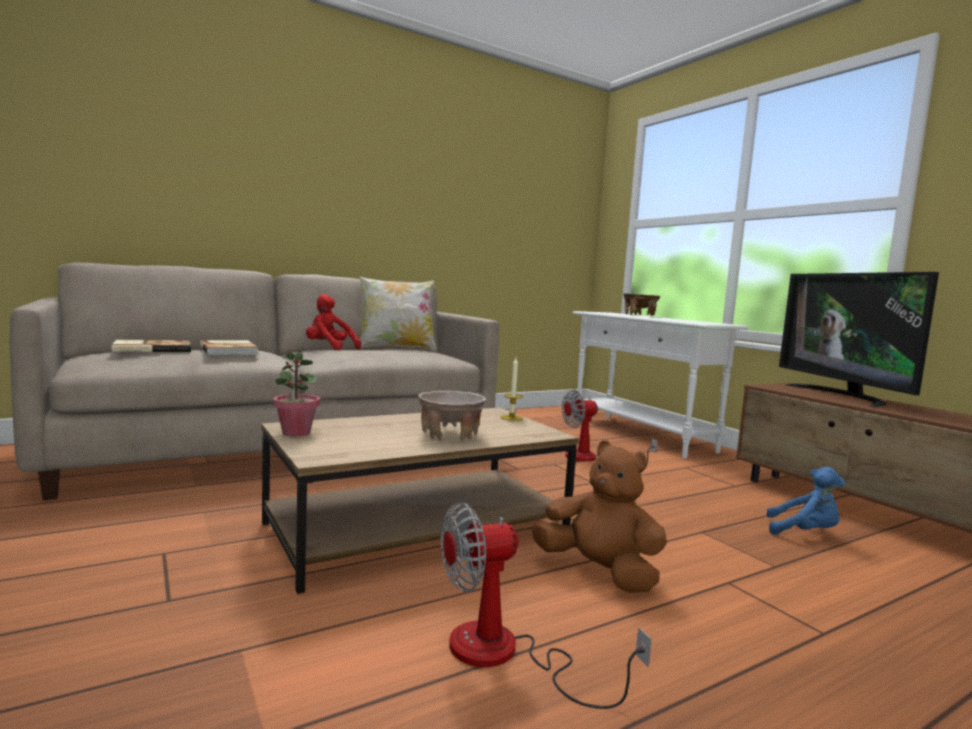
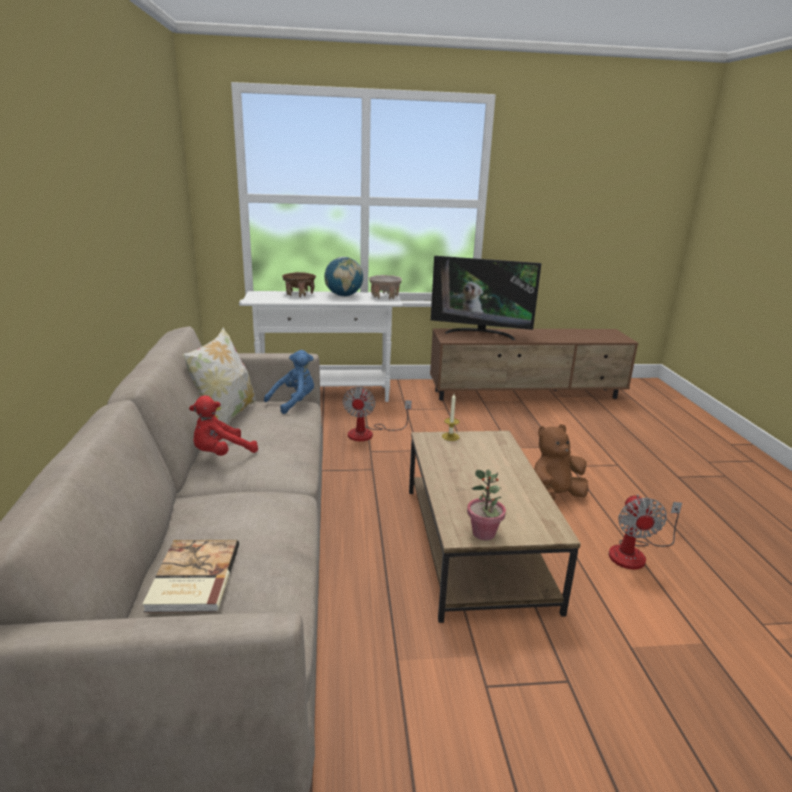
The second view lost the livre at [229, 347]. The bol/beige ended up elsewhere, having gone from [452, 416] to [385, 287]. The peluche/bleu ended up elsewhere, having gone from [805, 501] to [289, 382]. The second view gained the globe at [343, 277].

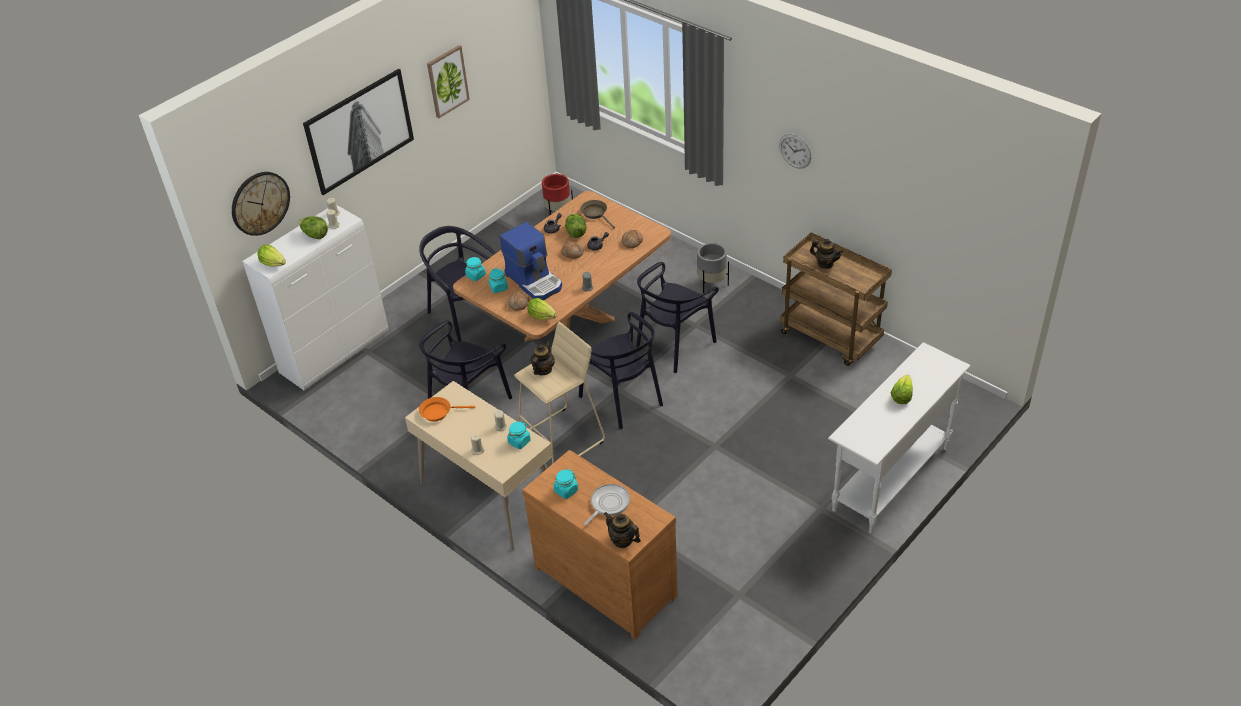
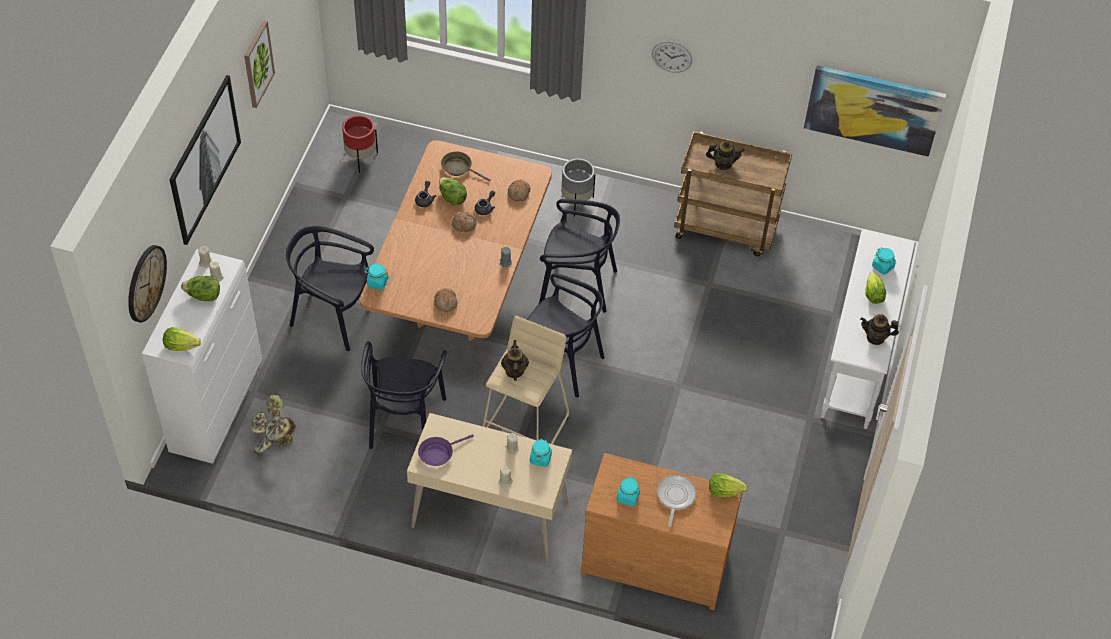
The second view lost the machine à café at [531, 261]. The chaise/noir at [677, 317] ended up facing another way, 90 degrees counterclockwise from before. The bocal/turquoise ended up elsewhere, having gone from [498, 280] to [884, 261]. The laitue ended up elsewhere, having gone from [542, 309] to [728, 485]. What was the poêle/orange at [447, 409] turned into the poêle/violet at [446, 450]. The théière ended up elsewhere, having gone from [622, 530] to [879, 329]. The second view gained the tableau at [875, 111]. The second view gained the plante en pot at [273, 424].

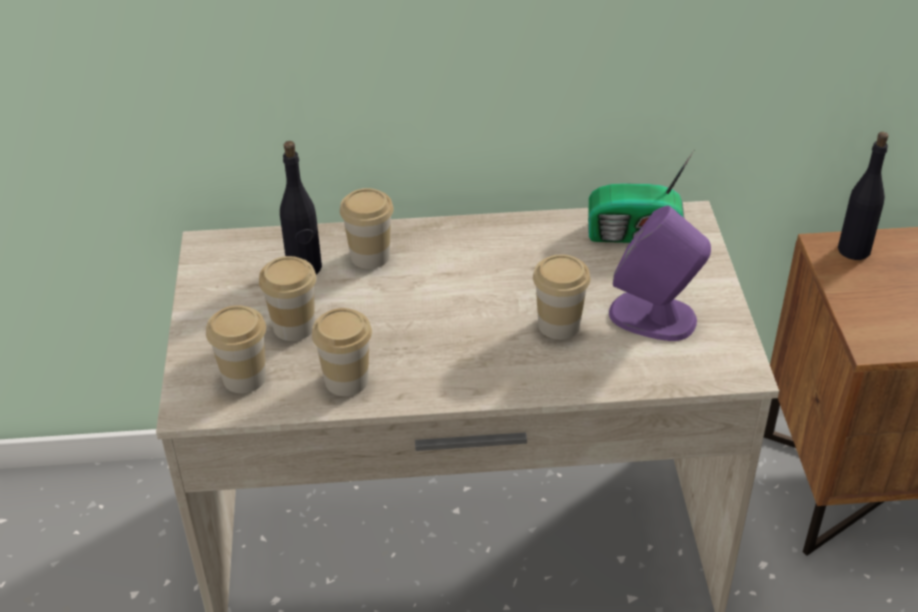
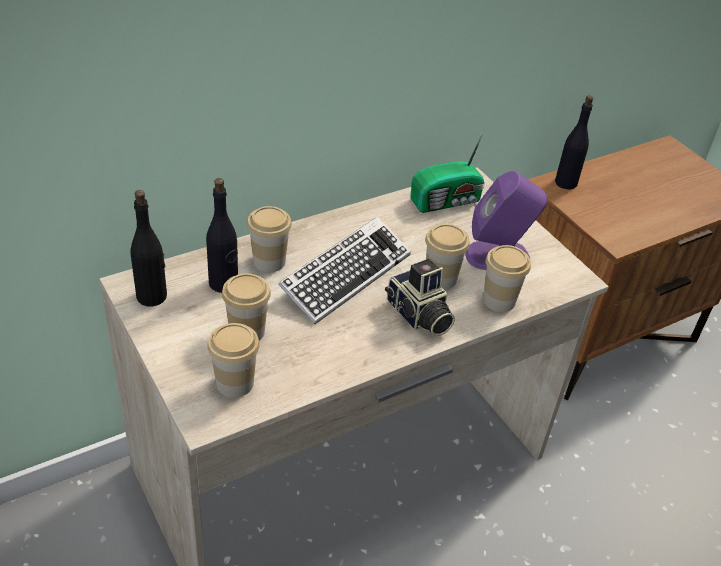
The tasse ended up elsewhere, having gone from [342, 352] to [507, 278]. The second view gained the bouteille/noir at [148, 248]. The second view gained the clavier at [344, 270]. The second view gained the appareil photo at [420, 297].

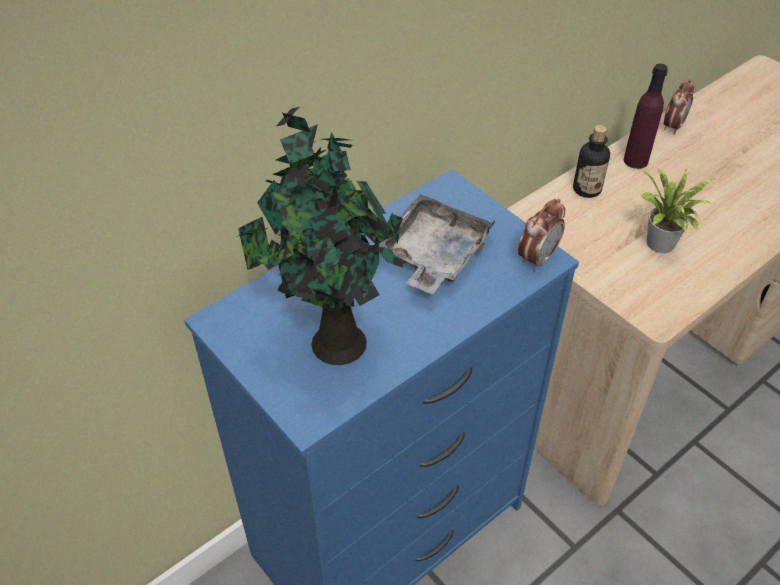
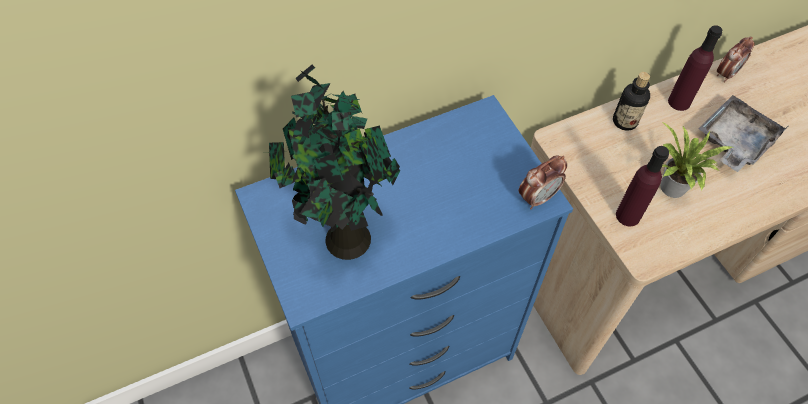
The plateau/gris ended up elsewhere, having gone from [437, 244] to [743, 133]. The second view gained the bouteille/violet at [642, 186].

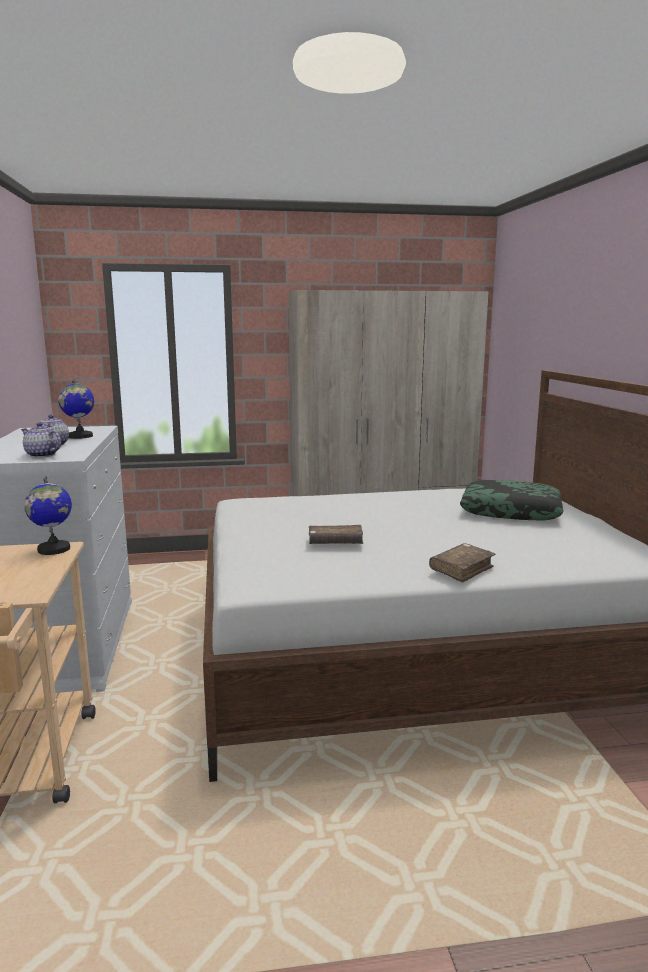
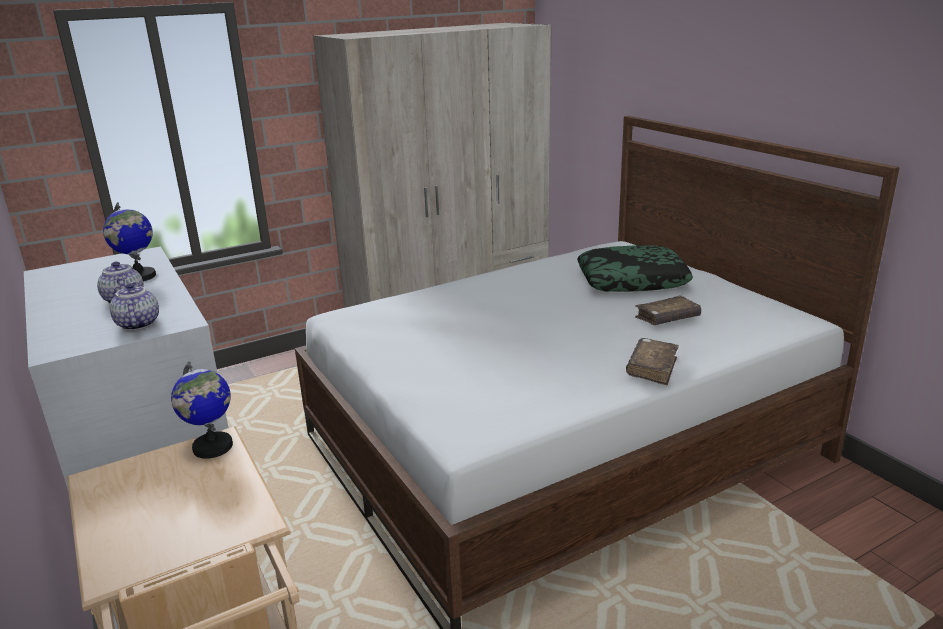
The théière at [41, 440] ended up facing another way, 60 degrees clockwise from before. The livre/marron ended up elsewhere, having gone from [336, 534] to [668, 310].

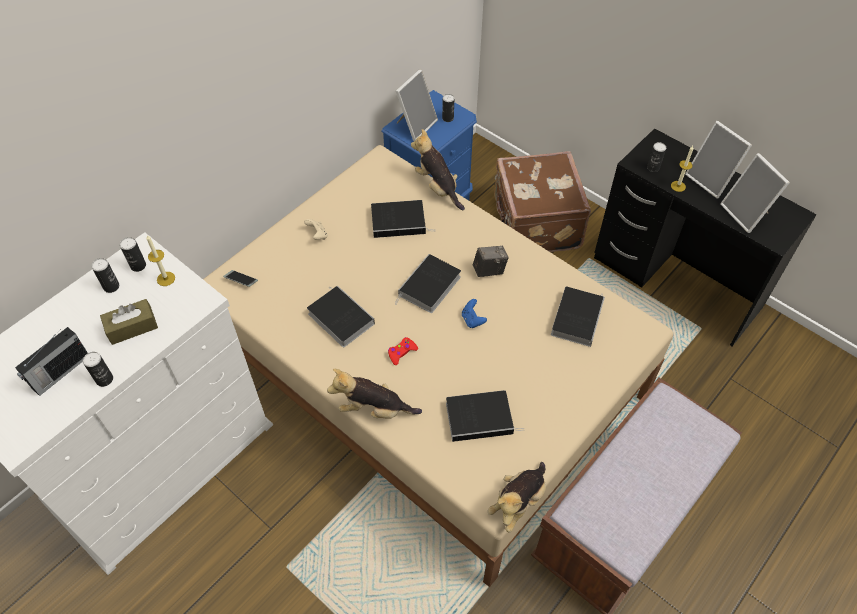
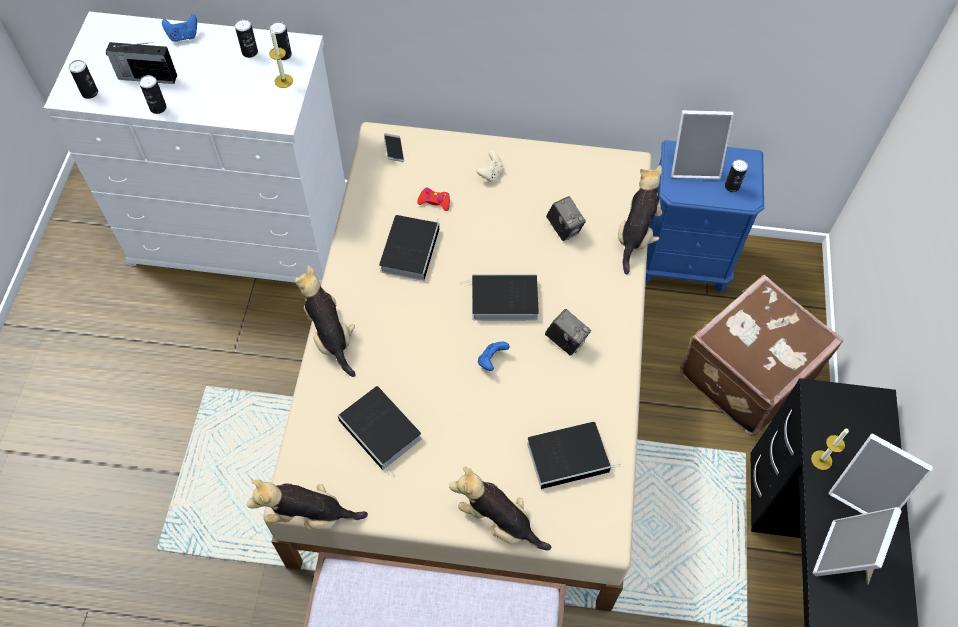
The cadre photo at [718, 159] ended up facing another way, 75 degrees counterclockwise from before. The boîte métallique ended up elsewhere, having gone from [656, 157] to [83, 79]. Where the livre stood at [401, 219], the appareil photo came to stand at [566, 218]. The second view lost the boîte à mouchoirs/marron at [129, 322]. The manette/rouge ended up elsewhere, having gone from [403, 351] to [433, 199]. The second view gained the manette/bleu at [179, 28]. The second view gained the peluche at [500, 508].

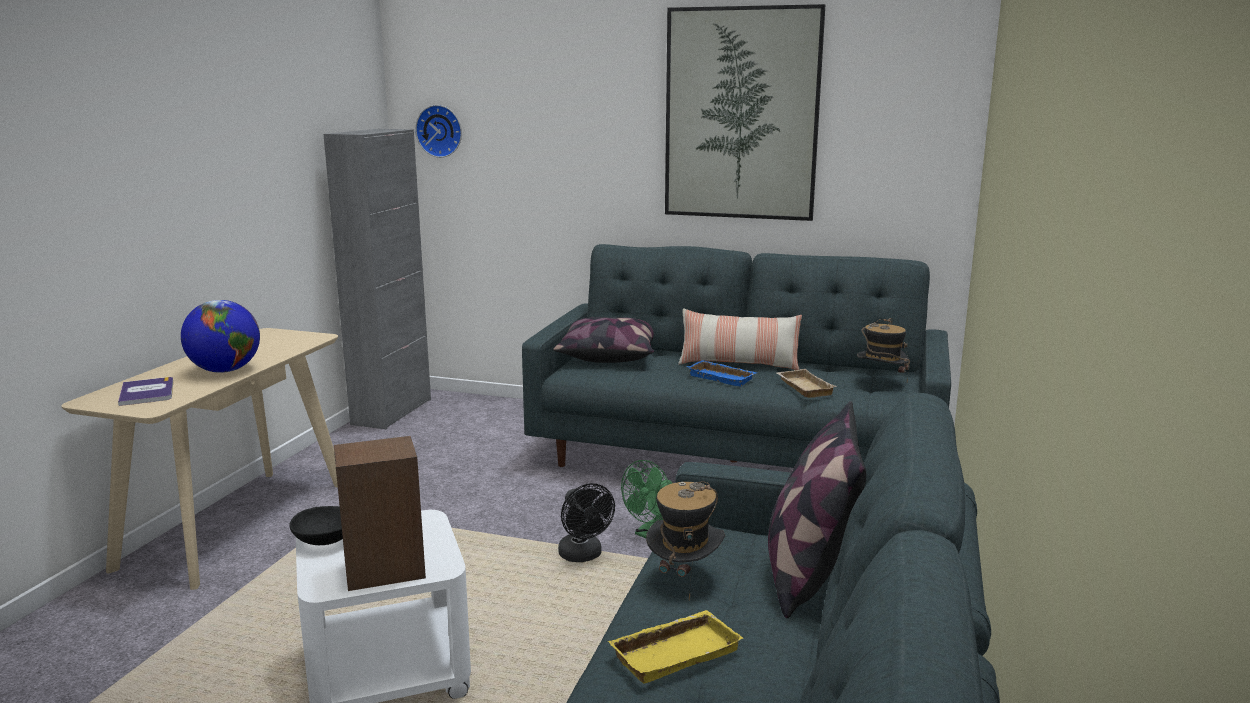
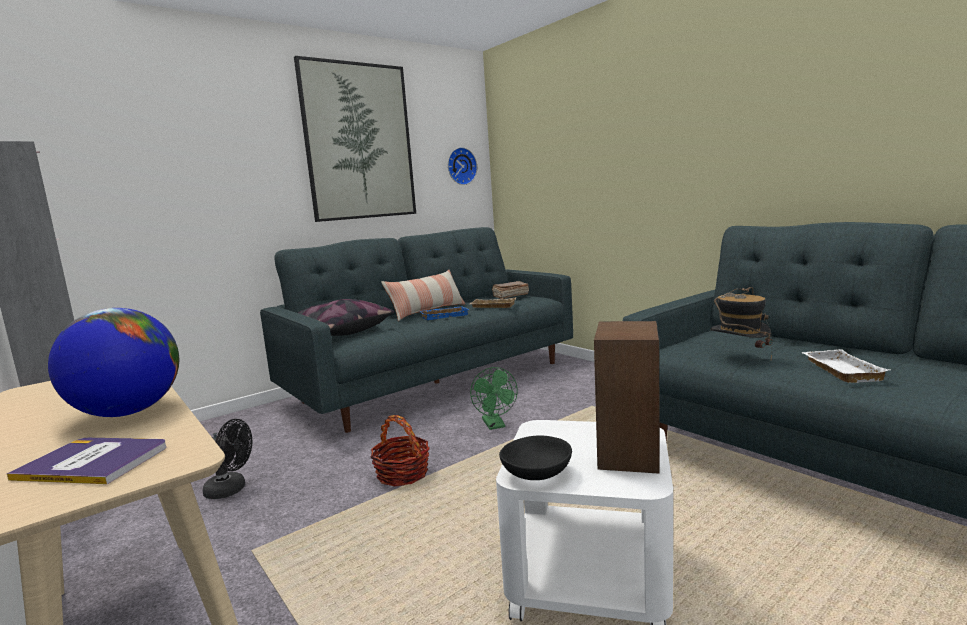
The horloge murale ended up elsewhere, having gone from [438, 131] to [462, 166]. Where the chapeau stood at [883, 350], the livre/marron came to stand at [510, 290]. The second view lost the coussin at [817, 509]. The ventilateur/noir ended up elsewhere, having gone from [586, 522] to [227, 459]. What was the plateau/jaune at [675, 646] turned into the plateau/blanc at [846, 366]. The second view gained the panier at [399, 450].

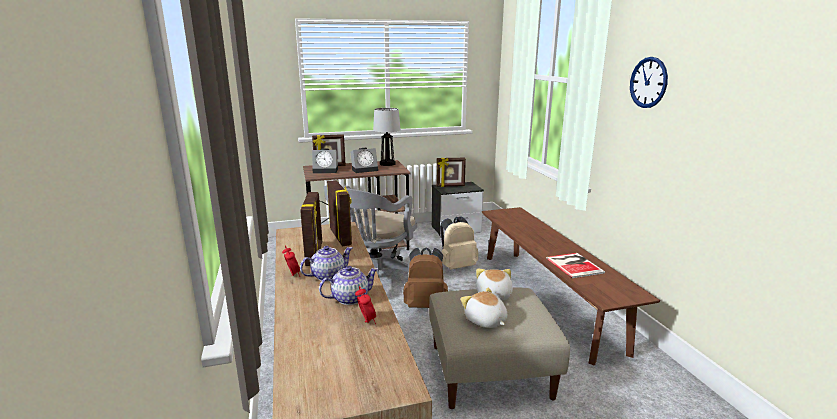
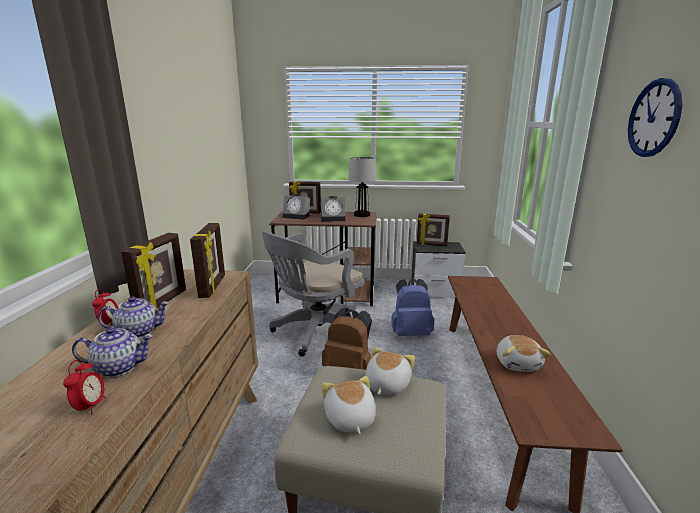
What was the sac à dos/beige at [459, 243] turned into the sac à dos/bleu at [413, 307]. Where the livre stood at [575, 265], the peluche came to stand at [524, 353].

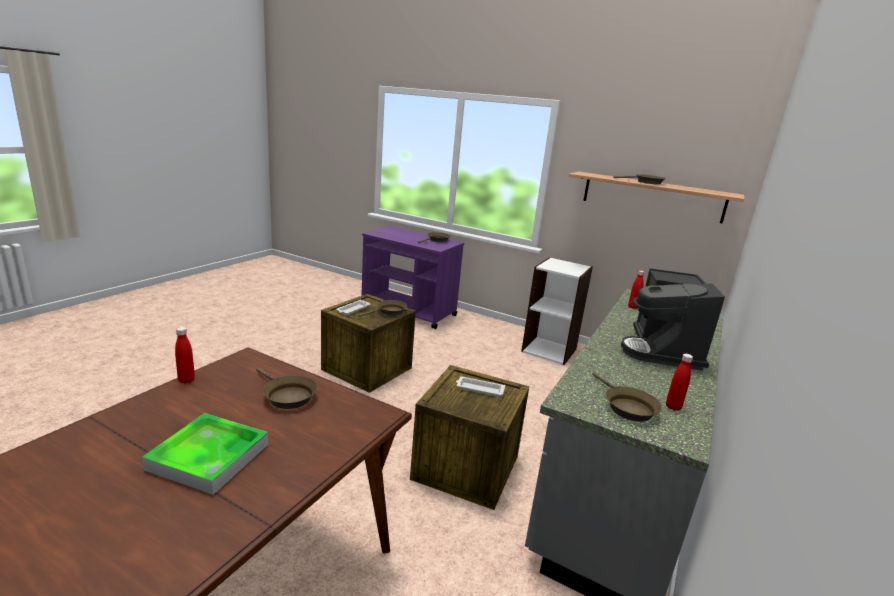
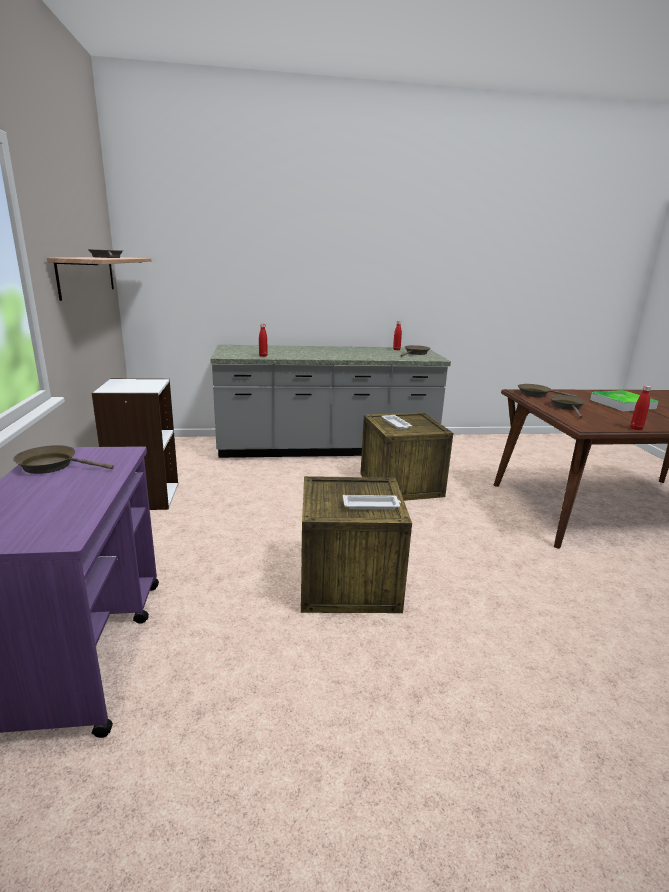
The second view lost the machine à café at [673, 319]. The poêle/marron ended up elsewhere, having gone from [382, 308] to [547, 390].

